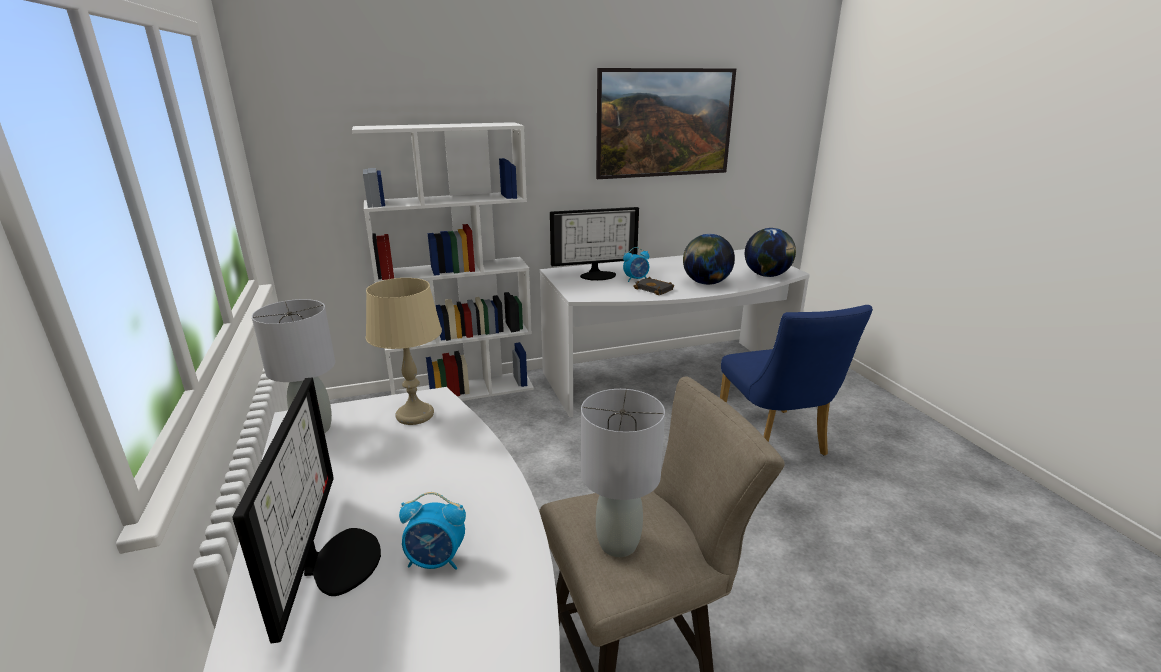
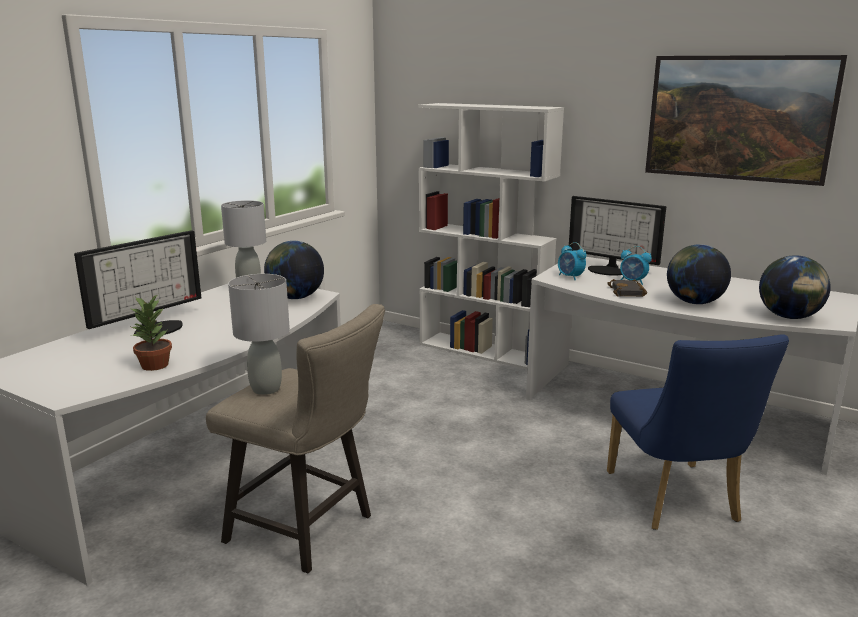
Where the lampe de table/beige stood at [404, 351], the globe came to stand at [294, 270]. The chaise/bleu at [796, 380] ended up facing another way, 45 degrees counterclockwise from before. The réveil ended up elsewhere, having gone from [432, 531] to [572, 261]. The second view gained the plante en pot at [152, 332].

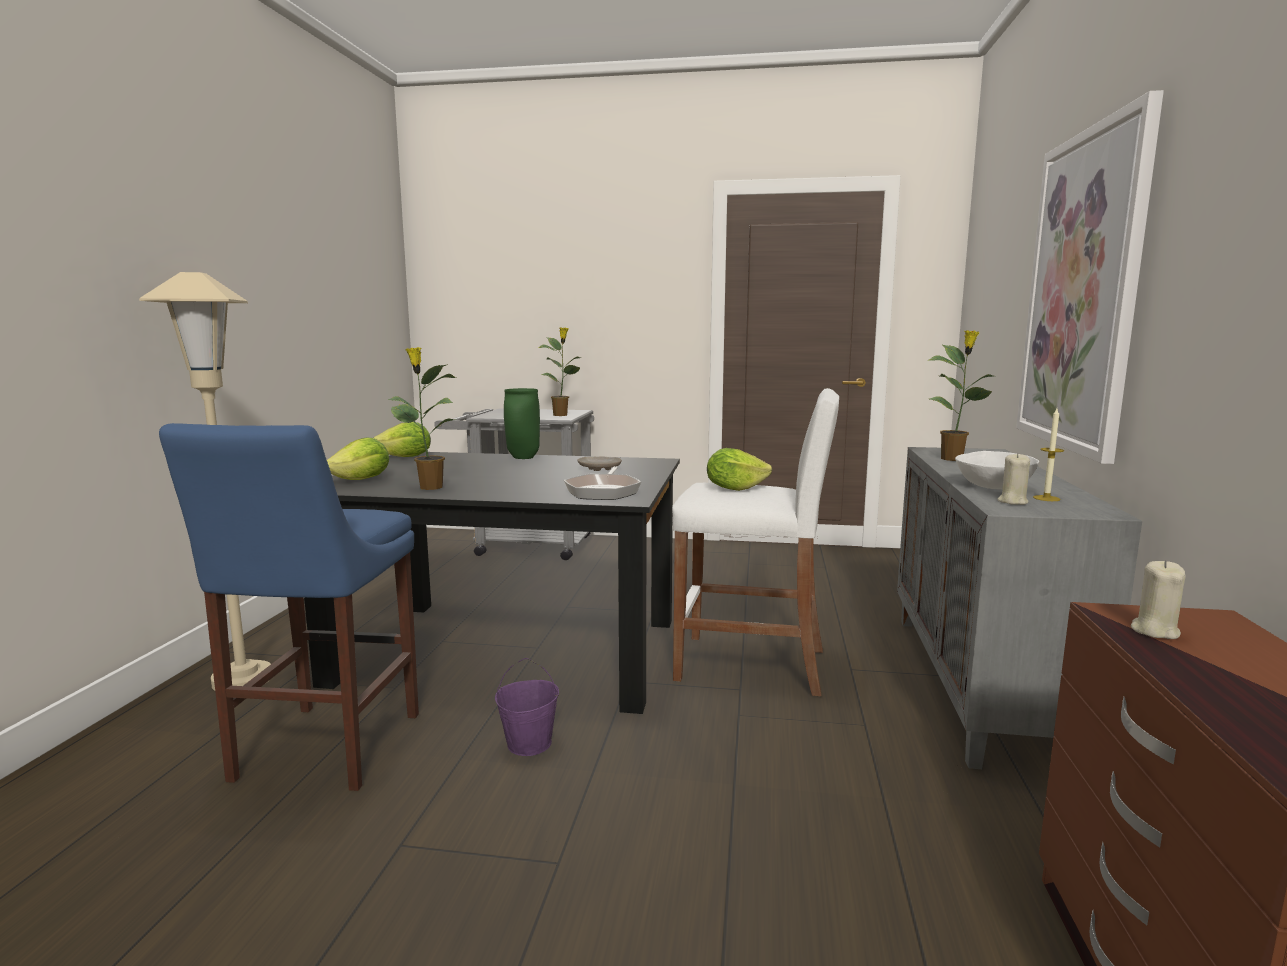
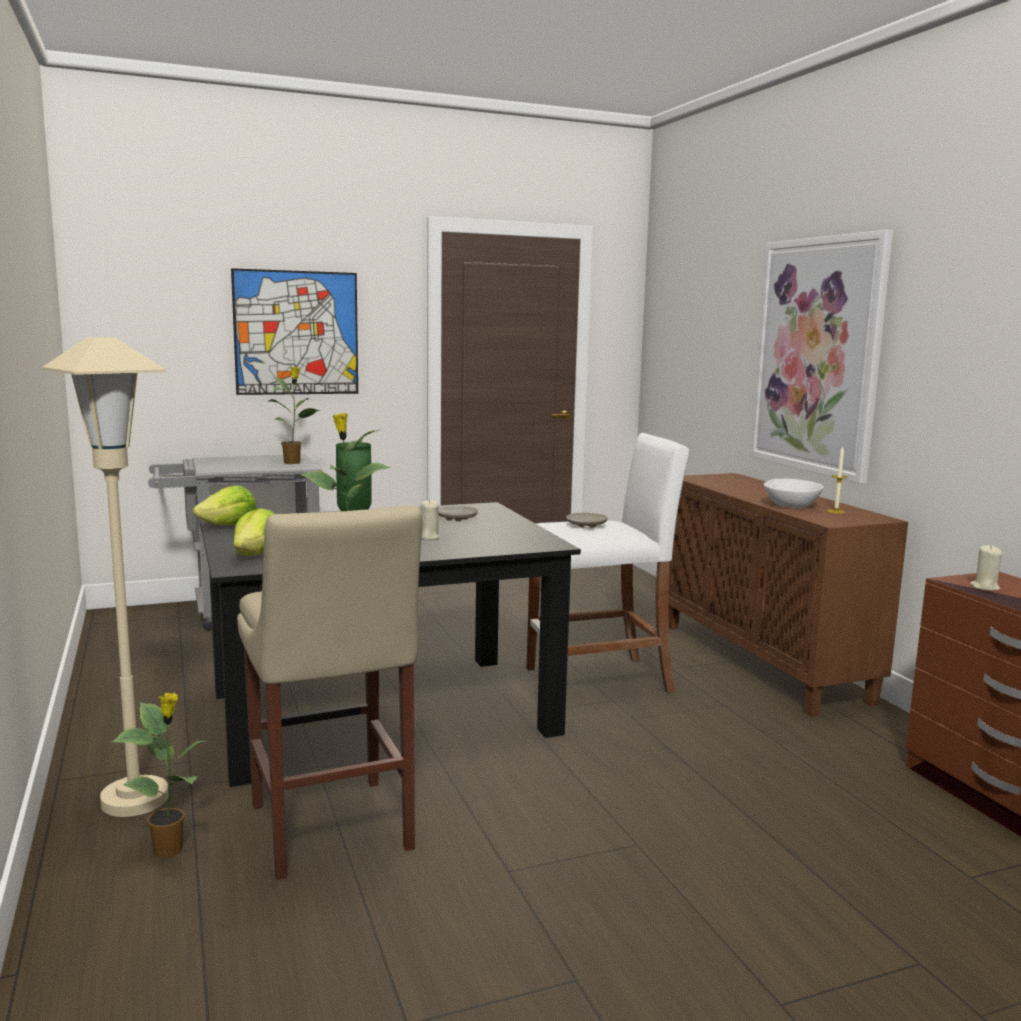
The plante en pot ended up elsewhere, having gone from [960, 395] to [161, 775]. What was the tabouret/bleu at [289, 607] turned into the tabouret/beige at [330, 692]. What was the meuble de rangement/gris at [1019, 608] turned into the meuble de rangement/marron at [788, 594]. Where the laitue stood at [739, 469], the assiette/beige came to stand at [587, 520]. The bougie/beige ended up elsewhere, having gone from [1013, 479] to [430, 519]. The second view lost the poêle at [602, 483]. The second view lost the seau/violet at [527, 707]. The second view gained the tableau at [294, 331].

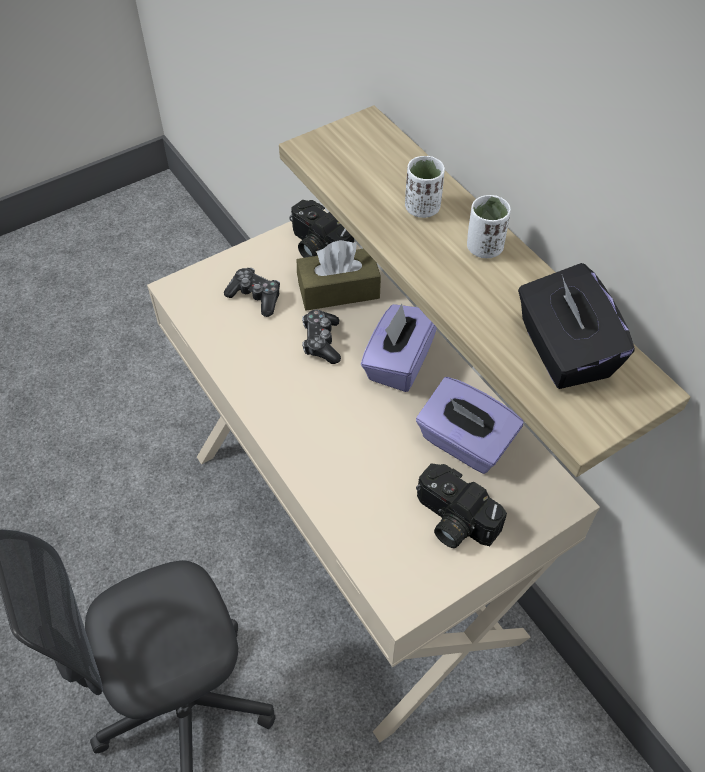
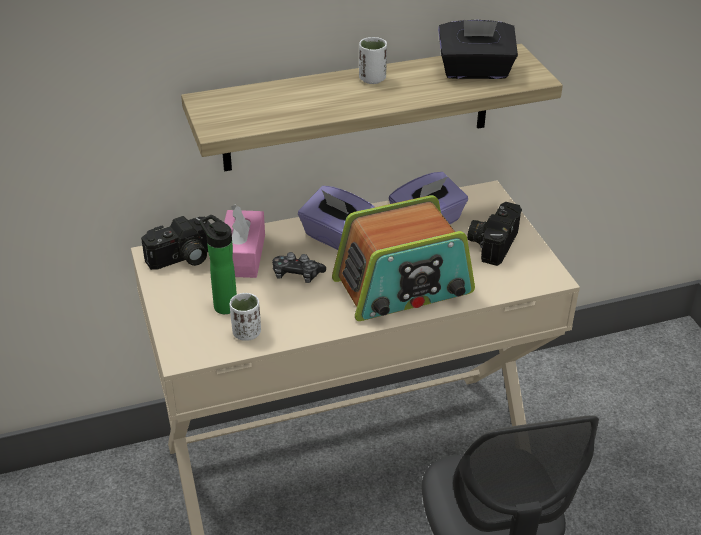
The tasse/blanc ended up elsewhere, having gone from [425, 187] to [245, 317]. What was the boîte à mouchoirs/marron at [339, 275] turned into the boîte à mouchoirs/rose at [244, 241]. Where the manette stood at [252, 292], the bouteille came to stand at [218, 264]. The appareil photo at [461, 505] ended up facing another way, 150 degrees clockwise from before. The second view gained the radio at [403, 258].

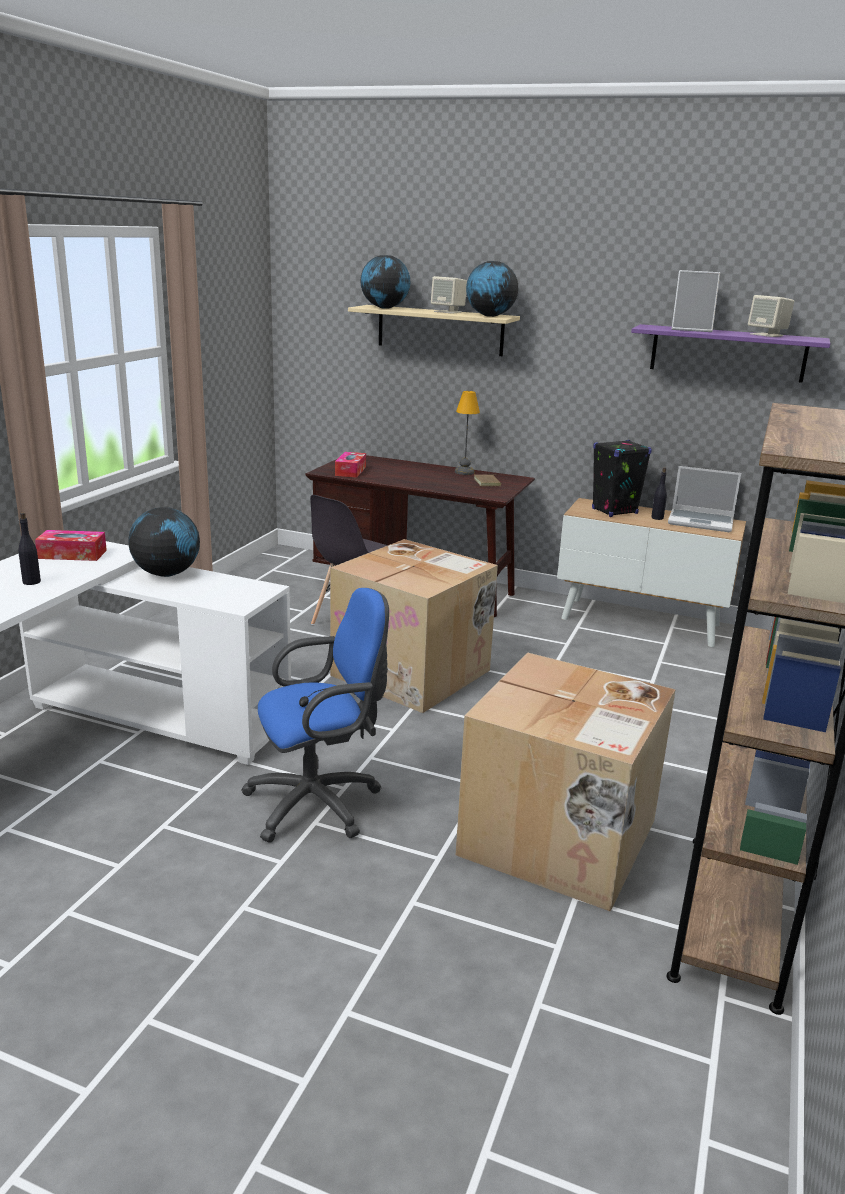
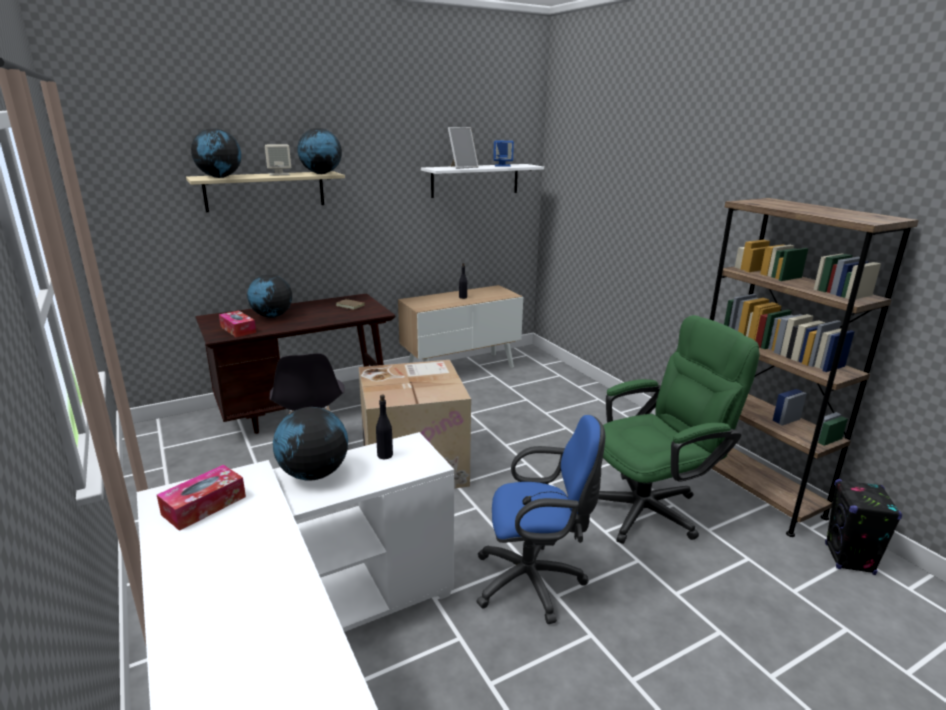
What was the enceinte/beige at [771, 316] turned into the enceinte/bleu at [503, 154]. What was the étagère/violet at [730, 353] turned into the étagère/blanc at [482, 181]. The second view lost the lampe de table at [467, 433]. The enceinte/noir ended up elsewhere, having gone from [622, 478] to [863, 527]. The second view lost the ordinateur portable at [704, 499]. The bouteille/noir ended up elsewhere, having gone from [29, 548] to [384, 427]. The chaise de bureau/bleu at [315, 715] ended up facing another way, 75 degrees clockwise from before. Where the carton stood at [566, 782], the chaise de bureau/vert came to stand at [679, 429]. The second view gained the globe at [269, 296].

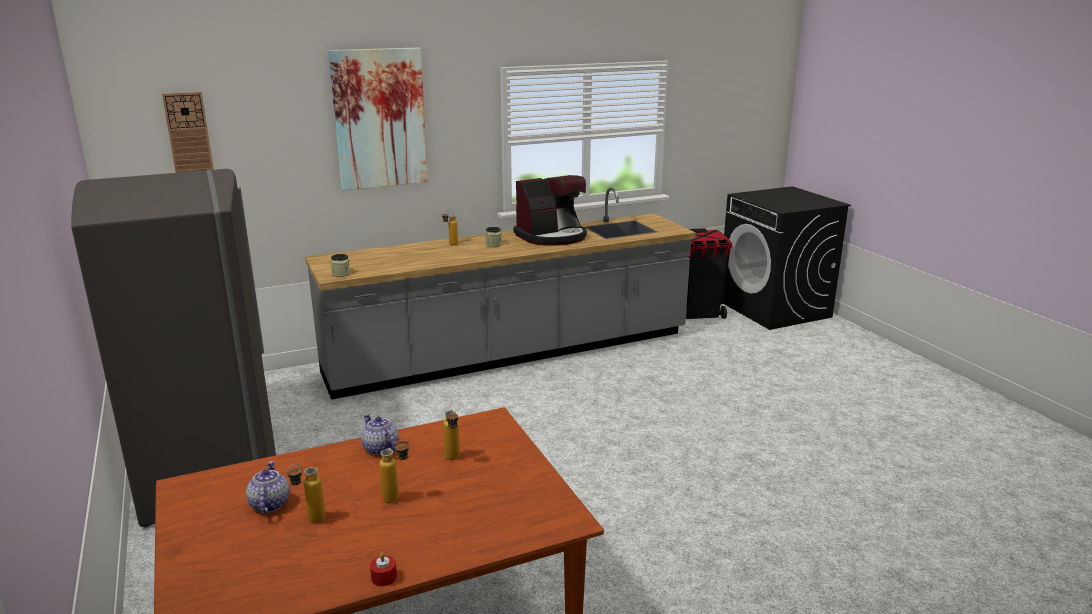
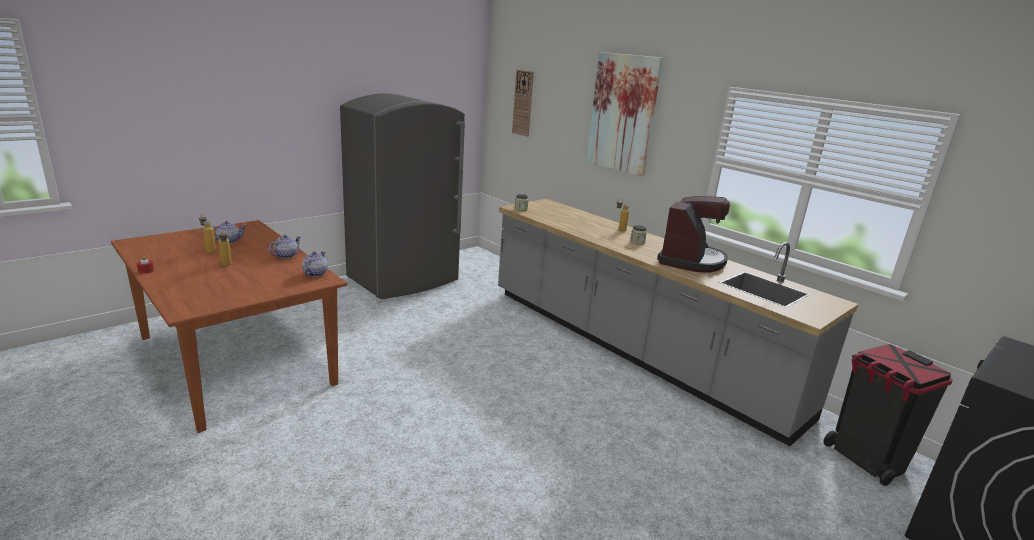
The machine à café at [550, 210] ended up facing another way, 105 degrees counterclockwise from before. The second view lost the bouteille at [451, 434]. The second view gained the théière at [315, 264].

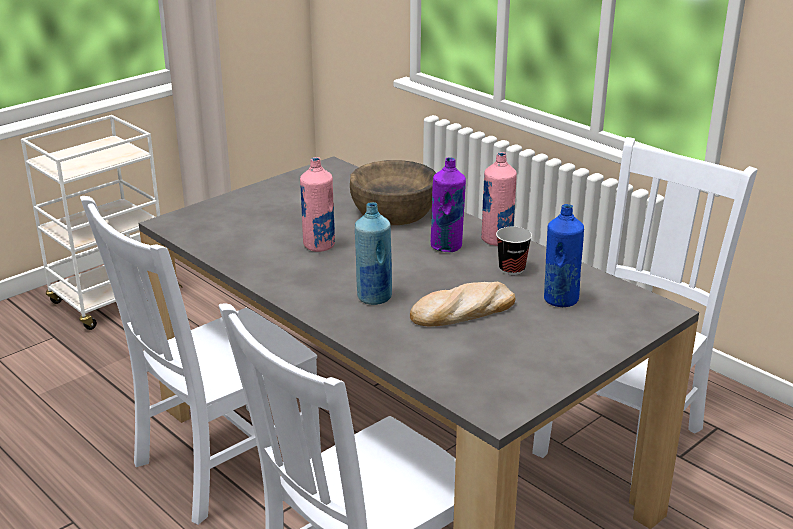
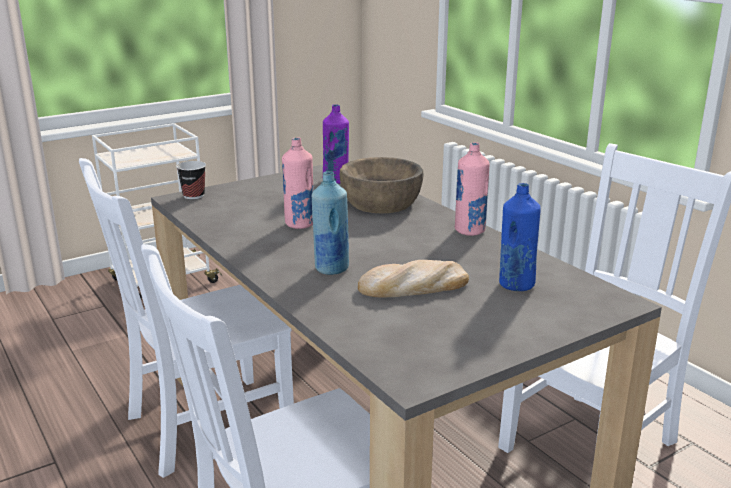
The bouteille/violet ended up elsewhere, having gone from [448, 204] to [336, 144]. The tasse ended up elsewhere, having gone from [514, 251] to [191, 180].

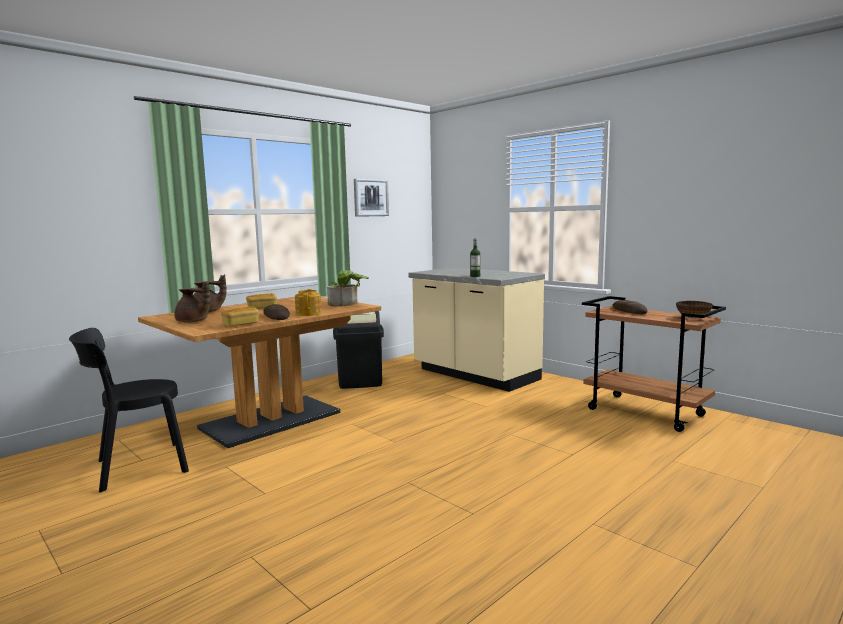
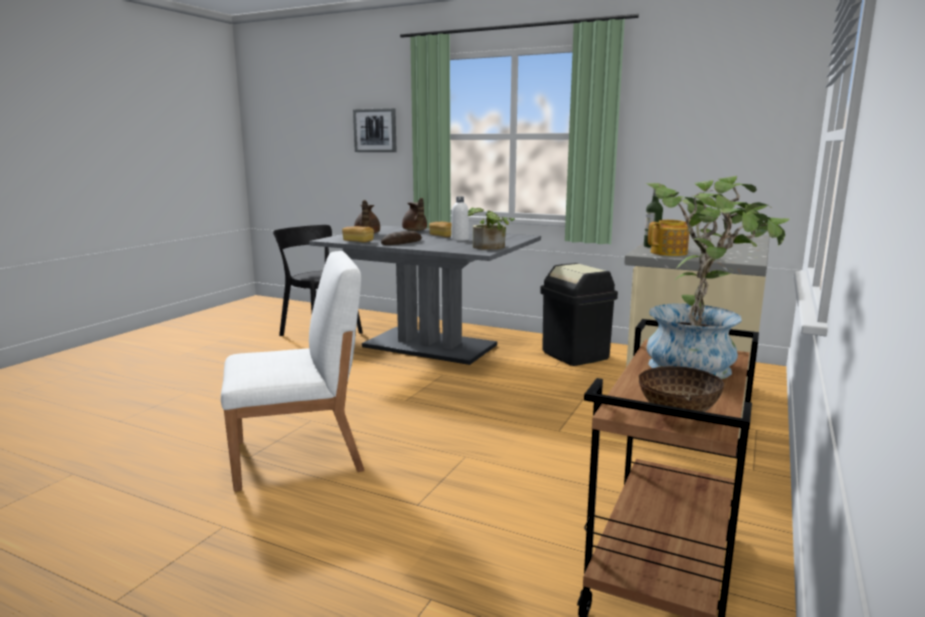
The tableau ended up elsewhere, having gone from [371, 198] to [375, 130]. The théière ended up elsewhere, having gone from [308, 302] to [669, 238]. What was the table à manger/marron at [259, 372] turned into the table à manger/gris at [425, 295]. Where the pain stood at [630, 307], the plante en pot came to stand at [717, 277]. The second view gained the bouteille/blanc at [460, 218]. The second view gained the chaise/blanc at [293, 371].

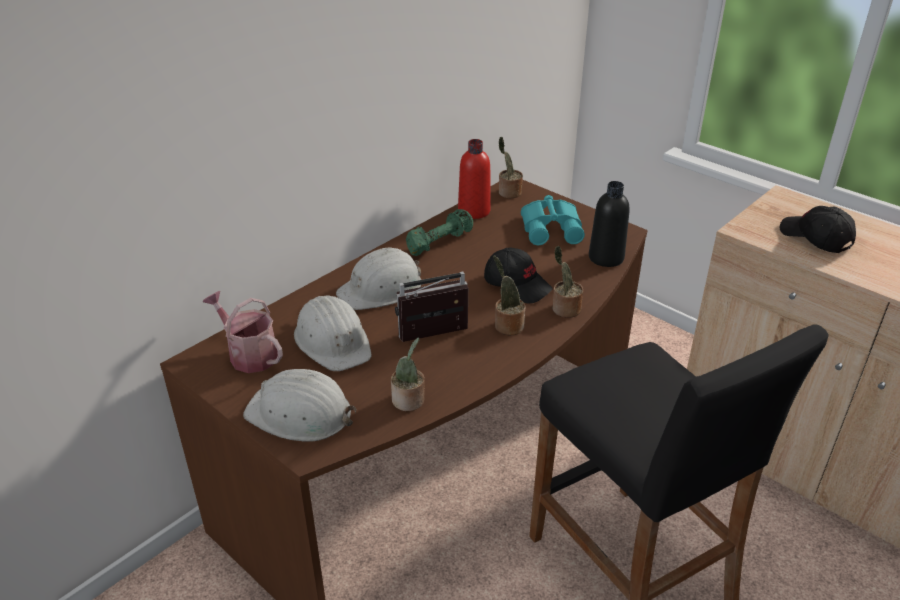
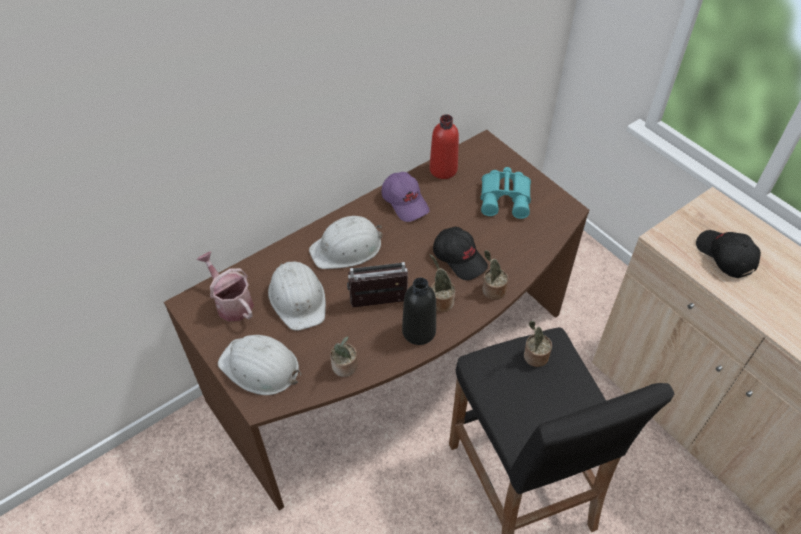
The plante en pot ended up elsewhere, having gone from [510, 167] to [538, 344]. The bouteille/noir ended up elsewhere, having gone from [609, 224] to [419, 311]. Where the haltère/vert stood at [439, 232], the casquette/violet came to stand at [405, 197].

